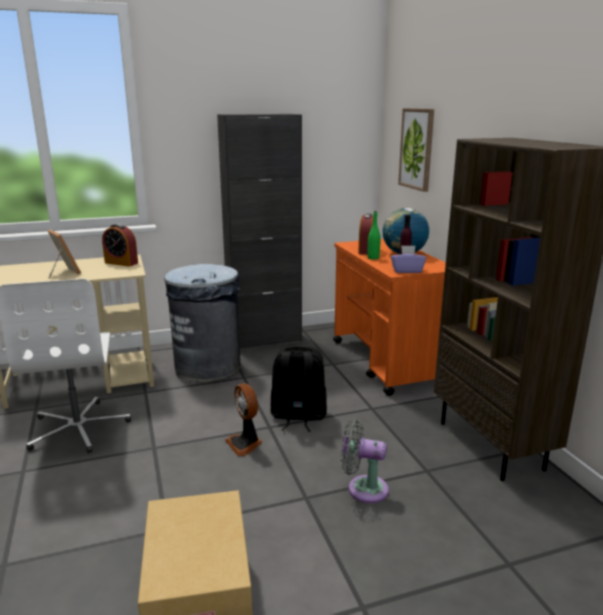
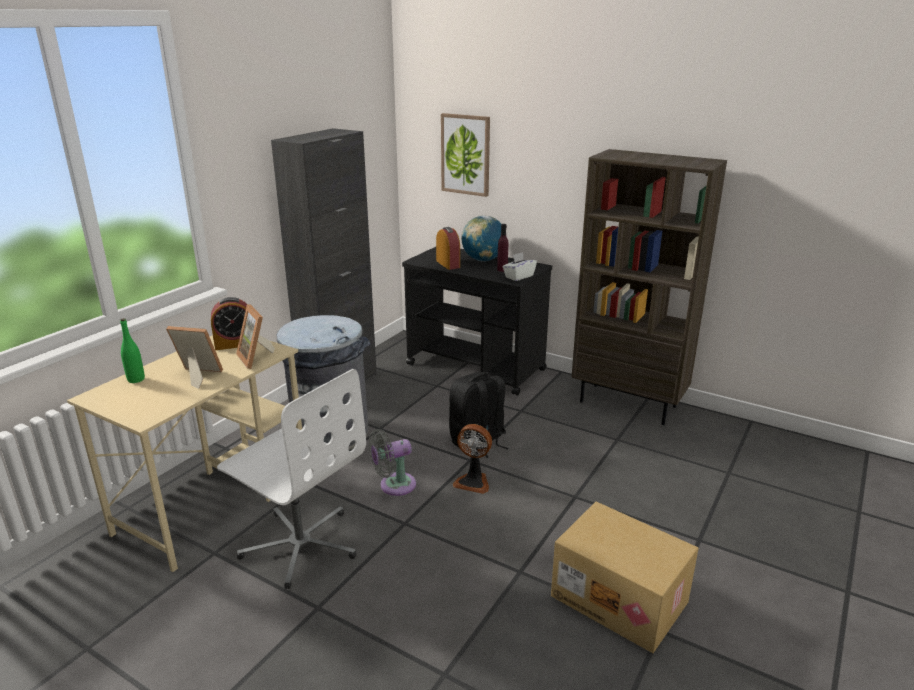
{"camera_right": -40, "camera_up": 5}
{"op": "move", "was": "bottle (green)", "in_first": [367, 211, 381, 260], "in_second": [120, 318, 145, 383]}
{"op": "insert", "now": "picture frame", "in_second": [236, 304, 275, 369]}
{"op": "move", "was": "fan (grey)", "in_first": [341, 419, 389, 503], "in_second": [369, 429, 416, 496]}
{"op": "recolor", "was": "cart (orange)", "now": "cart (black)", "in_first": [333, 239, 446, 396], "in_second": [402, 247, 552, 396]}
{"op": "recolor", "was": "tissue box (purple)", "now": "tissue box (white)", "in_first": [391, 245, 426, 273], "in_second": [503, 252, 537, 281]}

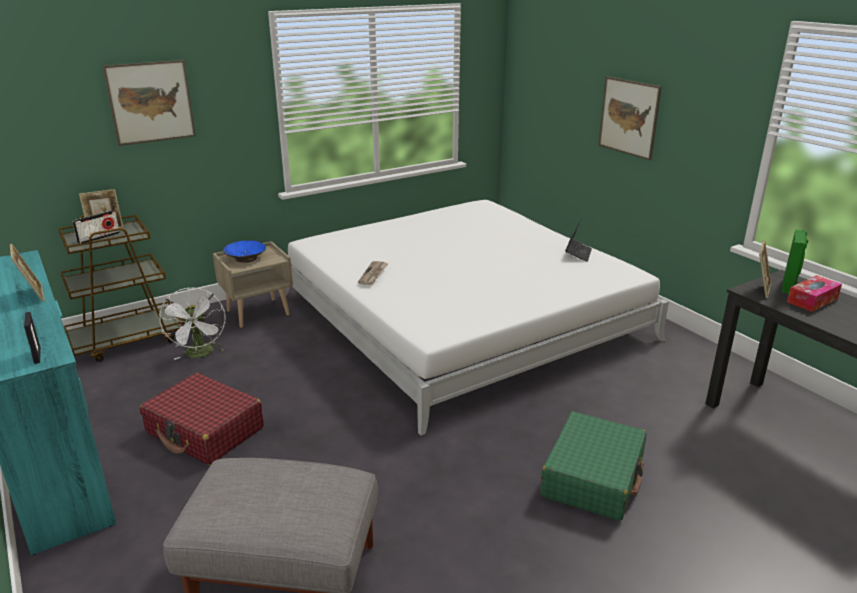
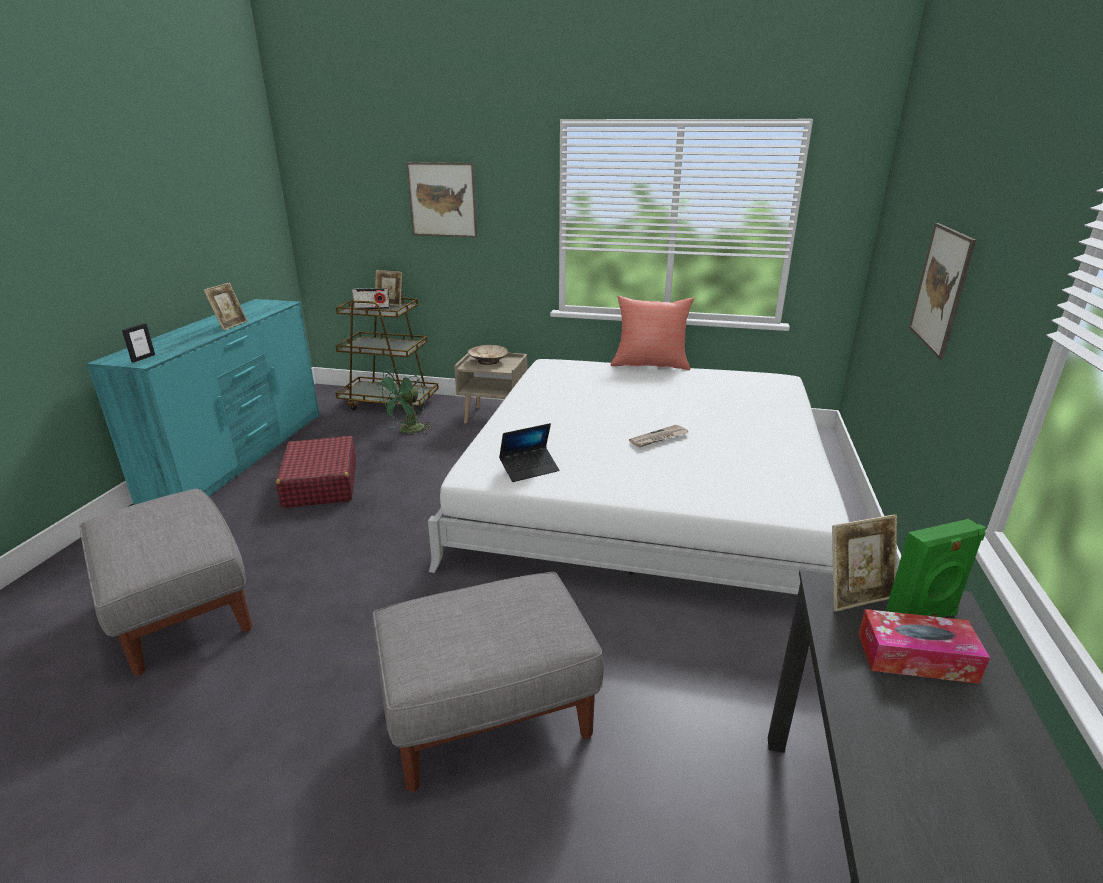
{"camera_right": 45, "camera_up": 0}
{"op": "replace", "was": "suitcase (green)", "now": "ottoman (grey)", "in_first": [540, 411, 646, 521], "in_second": [373, 572, 604, 792]}
{"op": "recolor", "was": "fan (white)", "now": "fan (green)", "in_first": [159, 287, 226, 360], "in_second": [376, 367, 432, 435]}
{"op": "recolor", "was": "bowl (blue)", "now": "bowl (beige)", "in_first": [223, 240, 266, 263], "in_second": [468, 345, 508, 365]}
{"op": "move", "was": "laptop", "in_first": [565, 220, 592, 262], "in_second": [499, 423, 559, 482]}
{"op": "insert", "now": "pillow (red)", "in_second": [611, 296, 694, 370]}
{"op": "move", "was": "newspaper", "in_first": [358, 261, 388, 285], "in_second": [629, 425, 689, 447]}

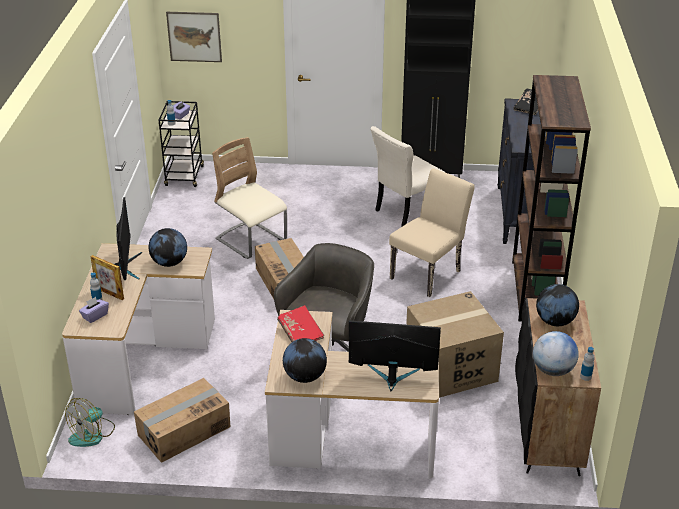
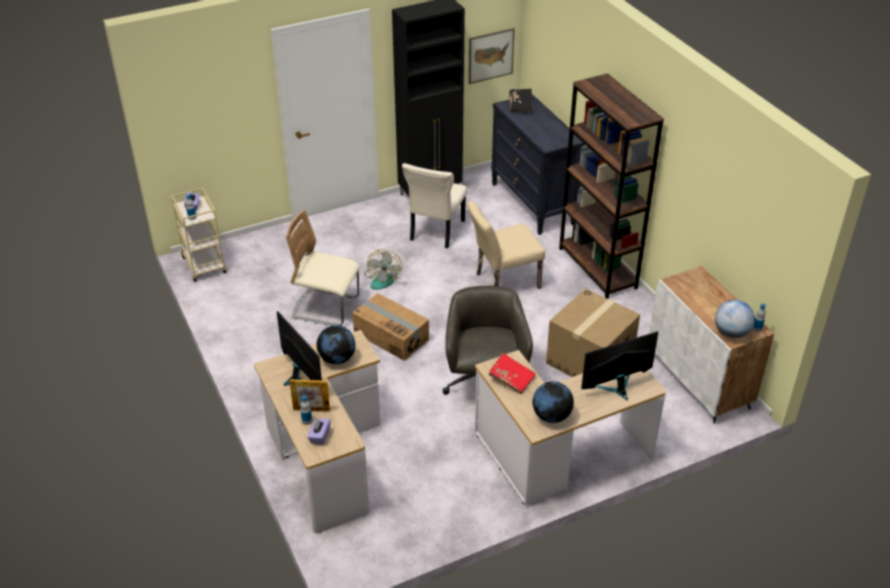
{"camera_right": -30, "camera_up": 5}
{"op": "recolor", "was": "cart (black)", "now": "cart (beige)", "in_first": [159, 101, 204, 187], "in_second": [171, 188, 227, 282]}
{"op": "move", "was": "fan", "in_first": [65, 398, 115, 447], "in_second": [364, 249, 402, 290]}
{"op": "rotate", "was": "chair (beige)", "in_first": [389, 168, 475, 297], "in_second": [467, 201, 545, 289], "clockwise": -120}
{"op": "move", "was": "picture", "in_first": [166, 12, 222, 62], "in_second": [469, 28, 515, 84]}
{"op": "recolor", "was": "cabinet (black)", "now": "cabinet (white)", "in_first": [515, 298, 601, 476], "in_second": [649, 266, 774, 424]}
{"op": "delete", "was": "cardboard box", "in_first": [134, 378, 230, 463]}
{"op": "delete", "was": "globe", "in_first": [536, 284, 579, 326]}

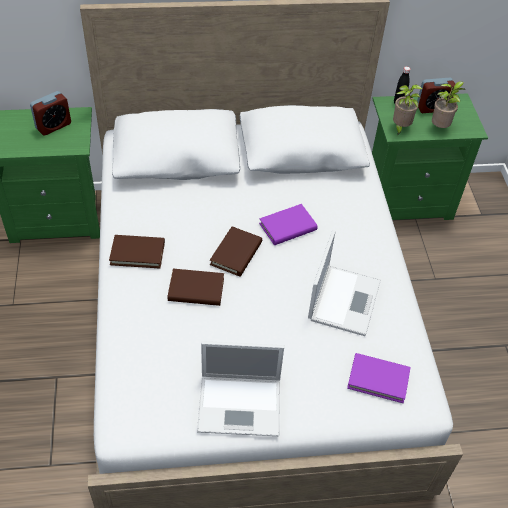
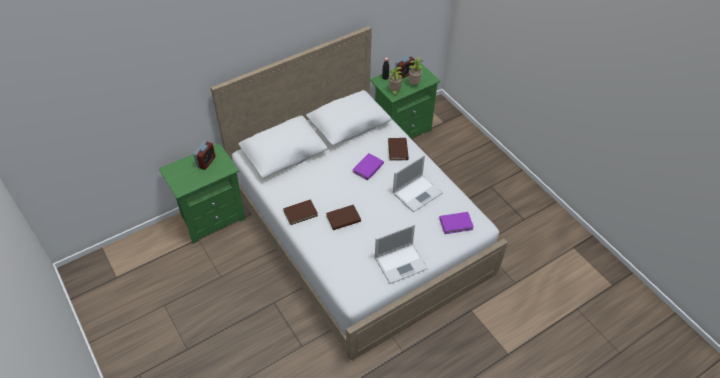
{"camera_right": -25, "camera_up": 0}
{"op": "move", "was": "book (brown)", "in_first": [210, 226, 262, 277], "in_second": [388, 138, 409, 161]}
{"op": "rotate", "was": "laptop", "in_first": [308, 230, 381, 336], "in_second": [393, 155, 443, 213], "clockwise": 60}

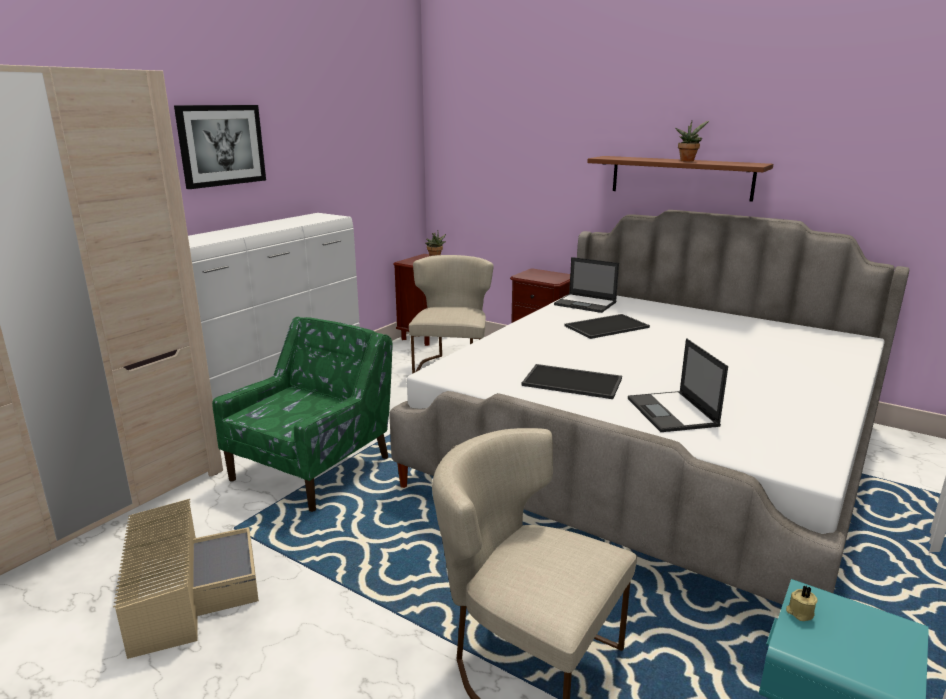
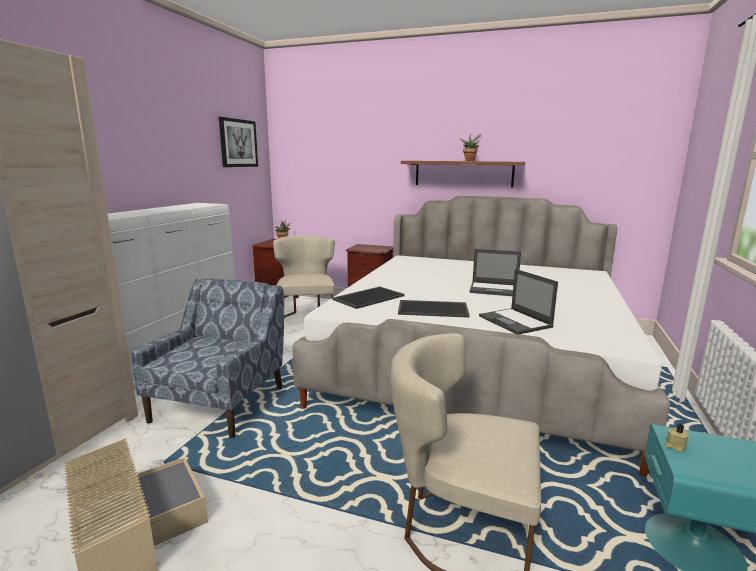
{"camera_right": -15, "camera_up": -5}
{"op": "recolor", "was": "armchair (green)", "now": "armchair (blue)", "in_first": [212, 317, 393, 512], "in_second": [131, 278, 284, 438]}
{"op": "move", "was": "picture", "in_first": [174, 105, 266, 189], "in_second": [219, 117, 258, 167]}
{"op": "move", "was": "tray", "in_first": [564, 314, 650, 339], "in_second": [332, 287, 405, 309]}
{"op": "move", "was": "laptop", "in_first": [554, 257, 619, 313], "in_second": [470, 249, 521, 296]}

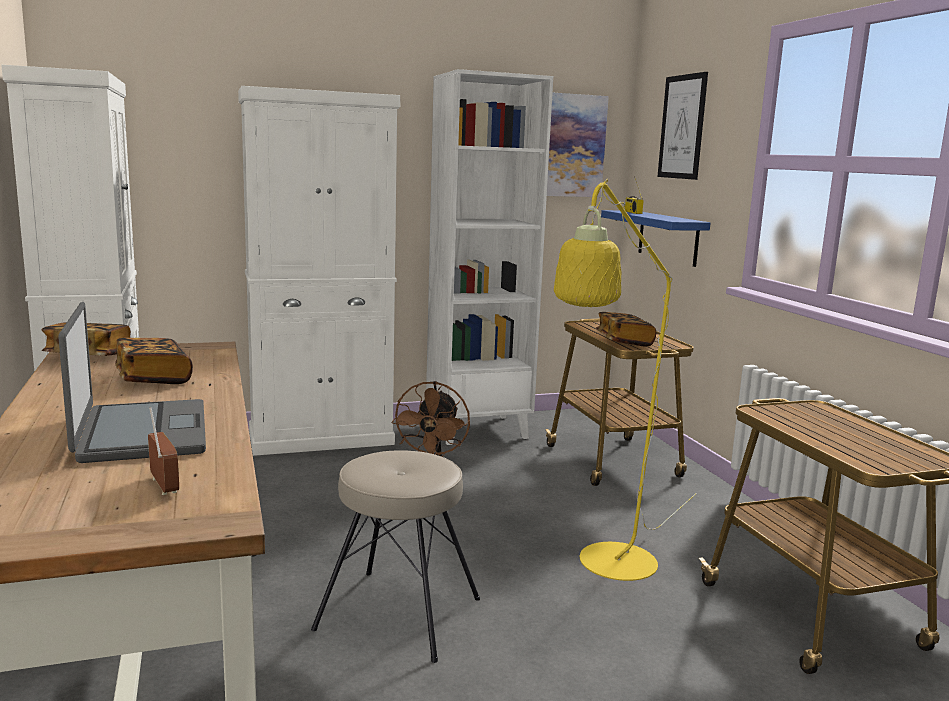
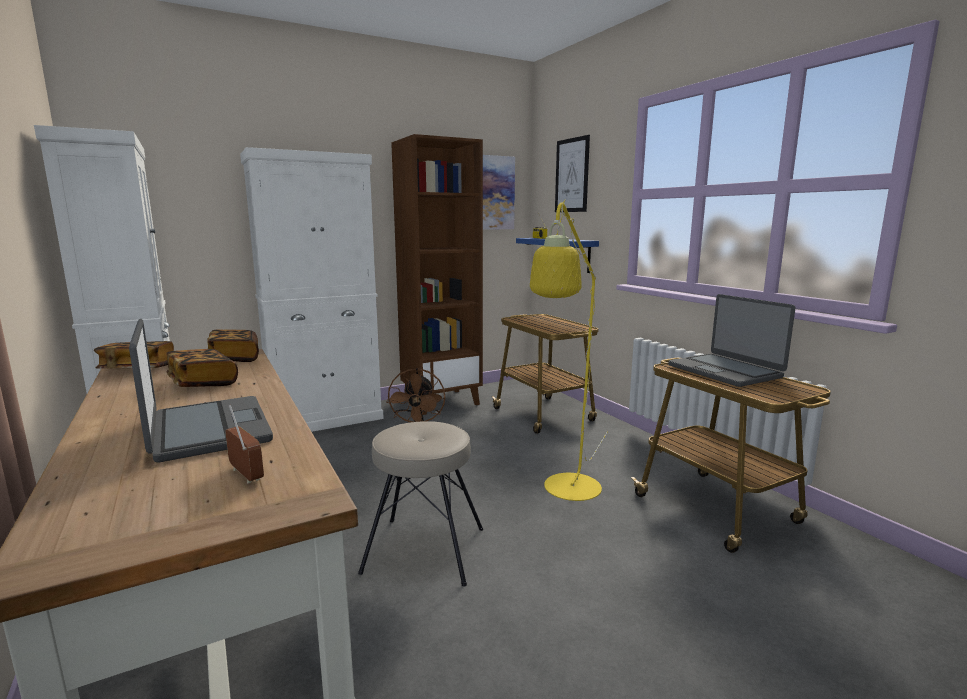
{"camera_right": -10, "camera_up": 0}
{"op": "move", "was": "book", "in_first": [596, 312, 656, 347], "in_second": [207, 329, 259, 362]}
{"op": "recolor", "was": "bookcase (white)", "now": "bookcase (brown)", "in_first": [426, 69, 553, 445], "in_second": [391, 134, 483, 415]}
{"op": "insert", "now": "laptop", "in_second": [668, 294, 795, 387]}

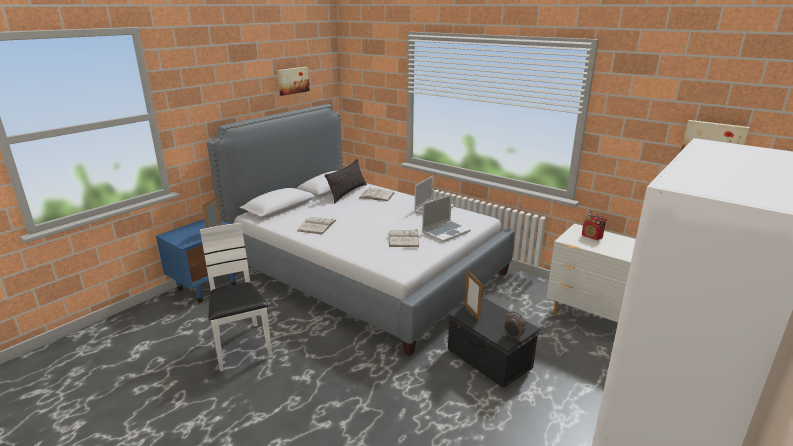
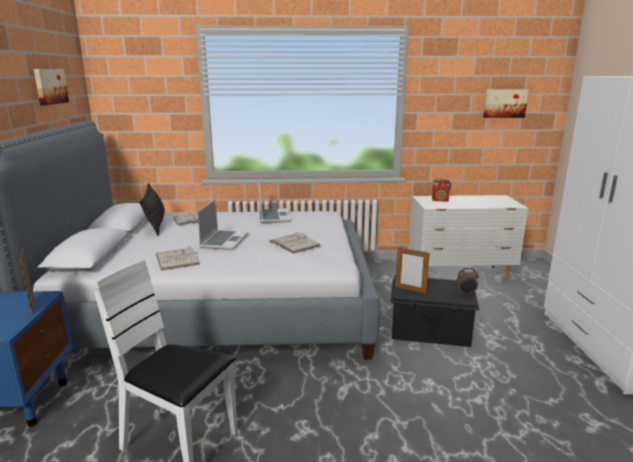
{"camera_right": -40, "camera_up": -5}
{"op": "move", "was": "laptop", "in_first": [422, 195, 471, 242], "in_second": [197, 199, 248, 250]}

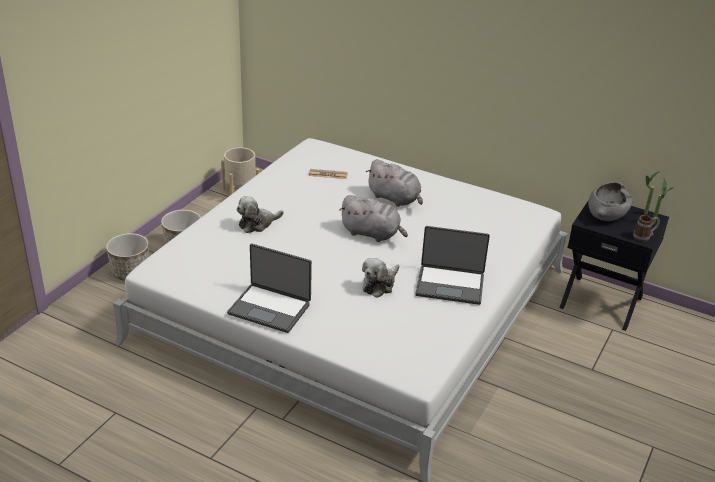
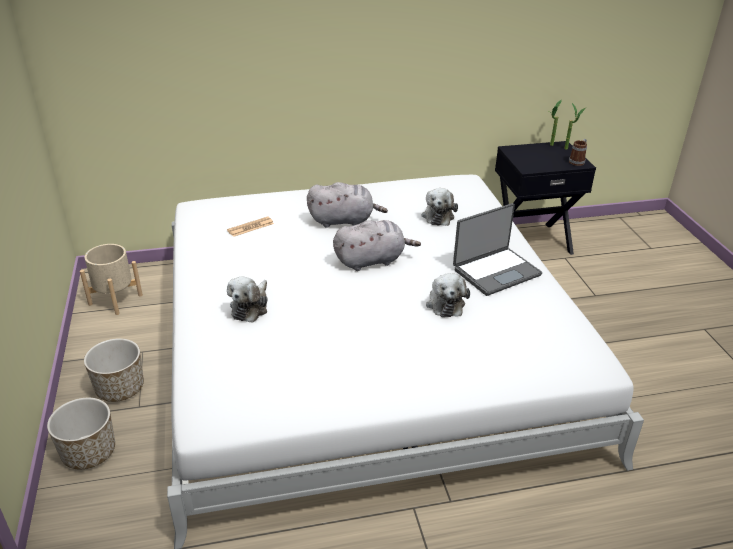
{"camera_right": -40, "camera_up": 0}
{"op": "insert", "now": "plush toy", "in_second": [422, 188, 458, 226]}
{"op": "delete", "was": "laptop", "in_first": [227, 244, 312, 333]}
{"op": "delete", "was": "bowl (grey)", "in_first": [588, 182, 632, 221]}

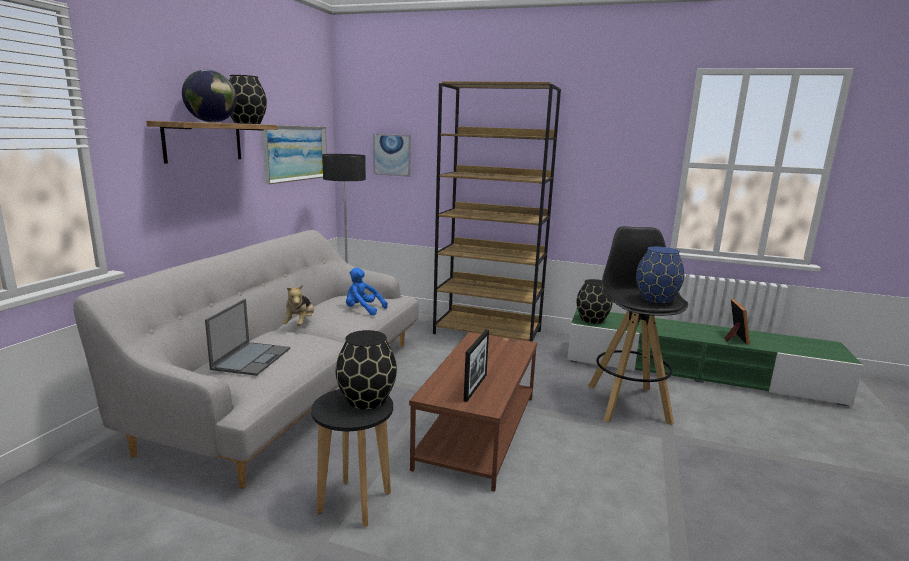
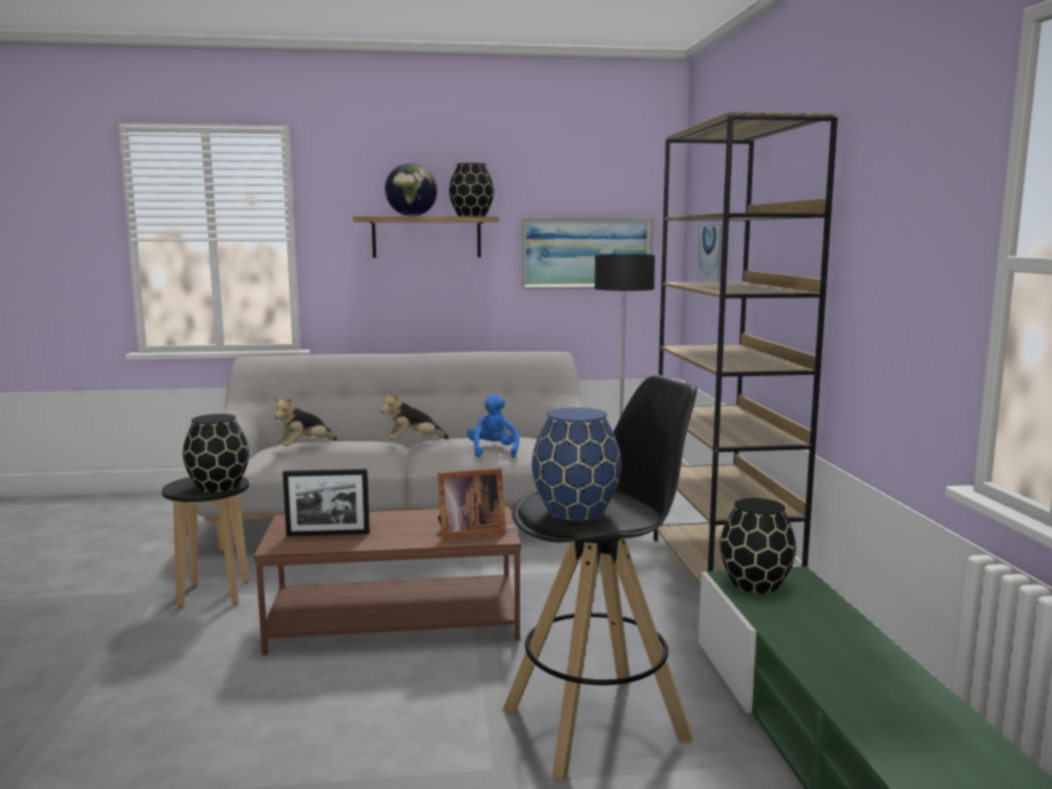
{"camera_right": 65, "camera_up": -5}
{"op": "replace", "was": "laptop", "now": "plush toy", "in_first": [205, 299, 290, 376], "in_second": [273, 396, 337, 446]}
{"op": "move", "was": "picture frame", "in_first": [725, 299, 750, 345], "in_second": [438, 468, 506, 539]}

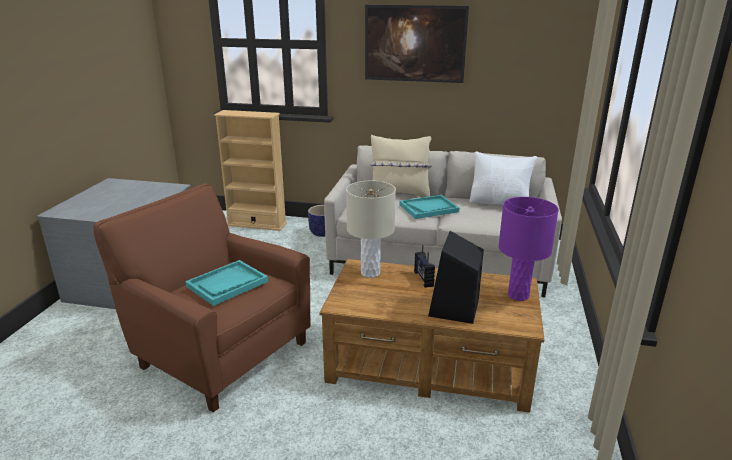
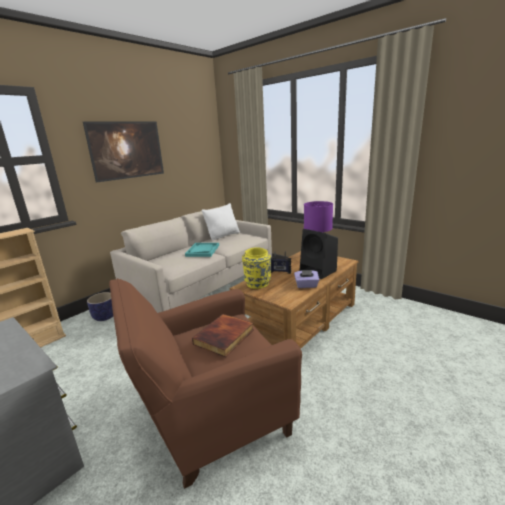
{"camera_right": -60, "camera_up": -5}
{"op": "replace", "was": "tray (turquoise)", "now": "book", "in_first": [185, 260, 268, 306], "in_second": [192, 314, 254, 358]}
{"op": "replace", "was": "table lamp (beige)", "now": "vase (yellow)", "in_first": [346, 181, 396, 278], "in_second": [242, 248, 271, 289]}
{"op": "insert", "now": "tissue box (purple)", "in_second": [294, 270, 319, 288]}
{"op": "delete", "was": "pillow (beige)", "in_first": [370, 135, 432, 197]}

